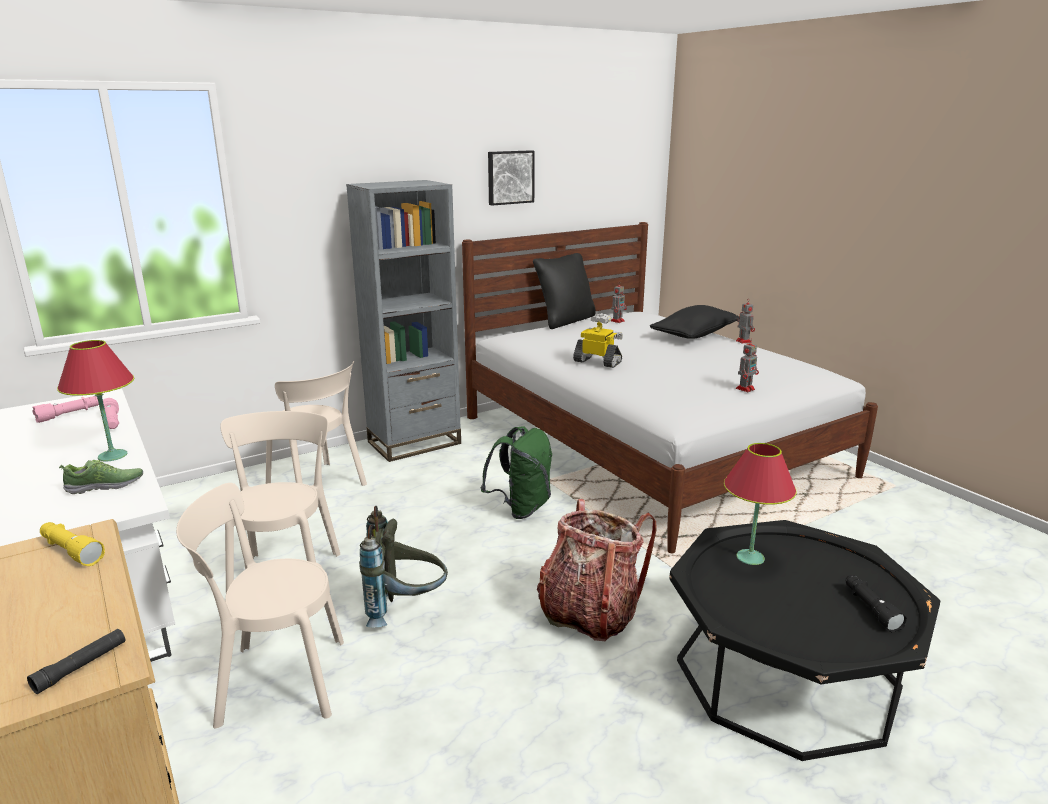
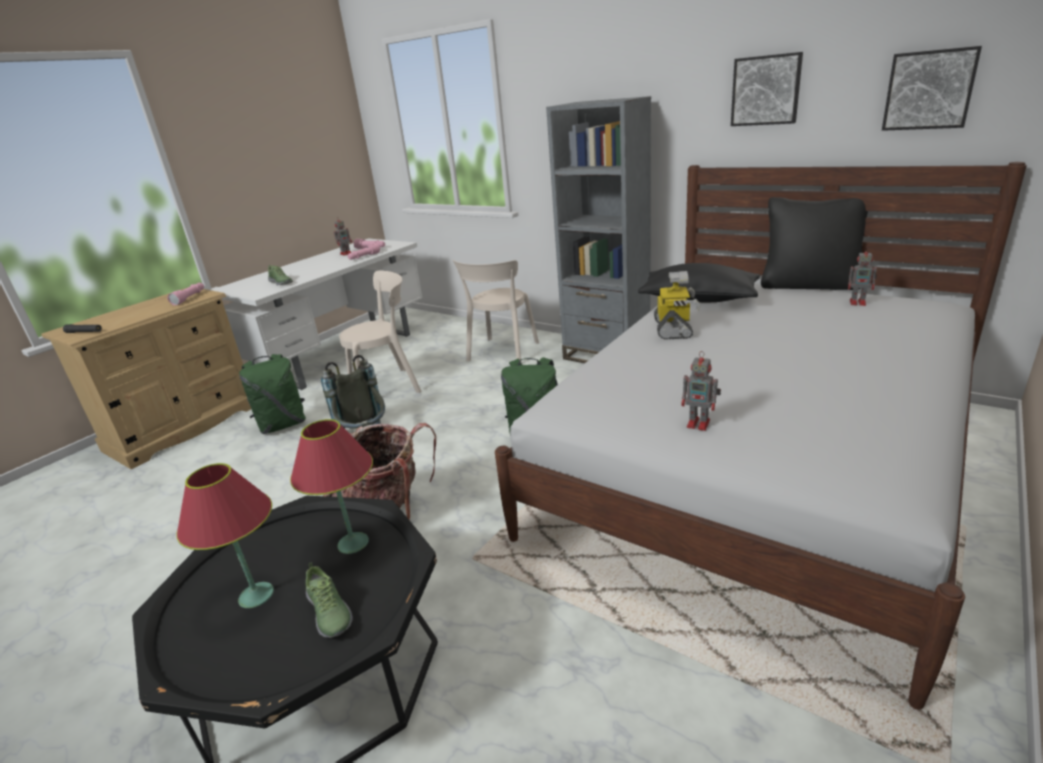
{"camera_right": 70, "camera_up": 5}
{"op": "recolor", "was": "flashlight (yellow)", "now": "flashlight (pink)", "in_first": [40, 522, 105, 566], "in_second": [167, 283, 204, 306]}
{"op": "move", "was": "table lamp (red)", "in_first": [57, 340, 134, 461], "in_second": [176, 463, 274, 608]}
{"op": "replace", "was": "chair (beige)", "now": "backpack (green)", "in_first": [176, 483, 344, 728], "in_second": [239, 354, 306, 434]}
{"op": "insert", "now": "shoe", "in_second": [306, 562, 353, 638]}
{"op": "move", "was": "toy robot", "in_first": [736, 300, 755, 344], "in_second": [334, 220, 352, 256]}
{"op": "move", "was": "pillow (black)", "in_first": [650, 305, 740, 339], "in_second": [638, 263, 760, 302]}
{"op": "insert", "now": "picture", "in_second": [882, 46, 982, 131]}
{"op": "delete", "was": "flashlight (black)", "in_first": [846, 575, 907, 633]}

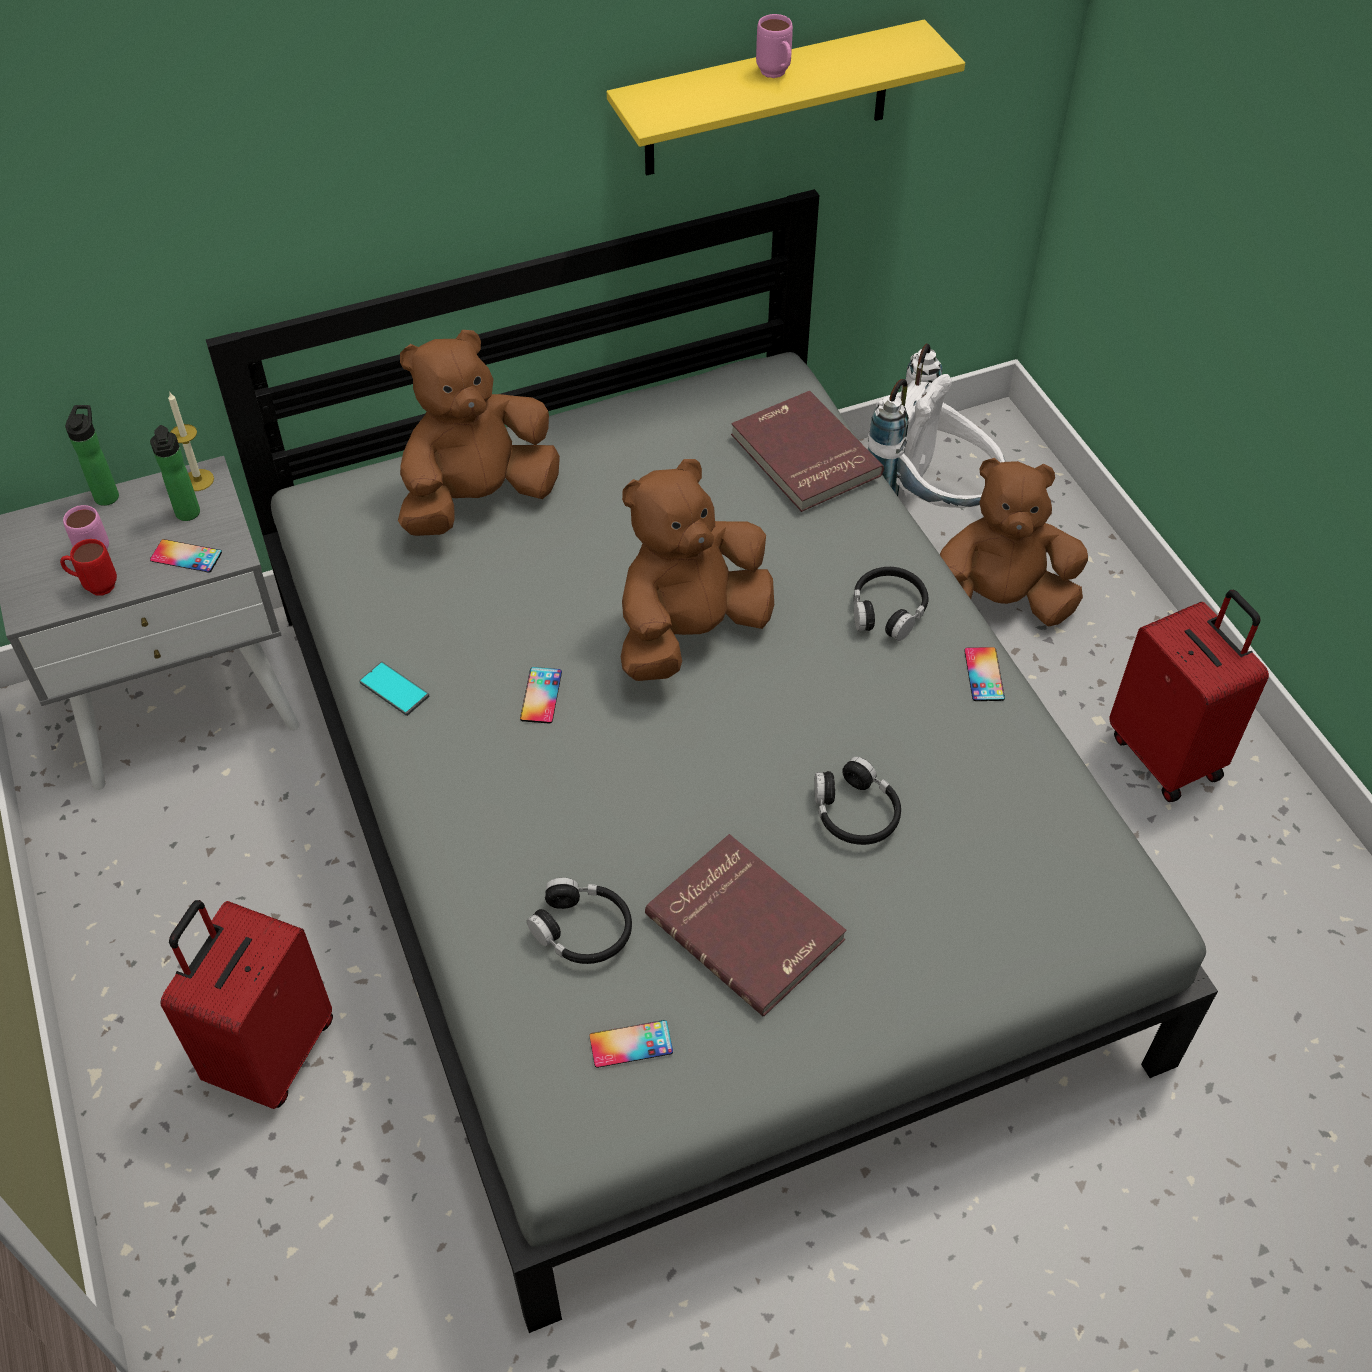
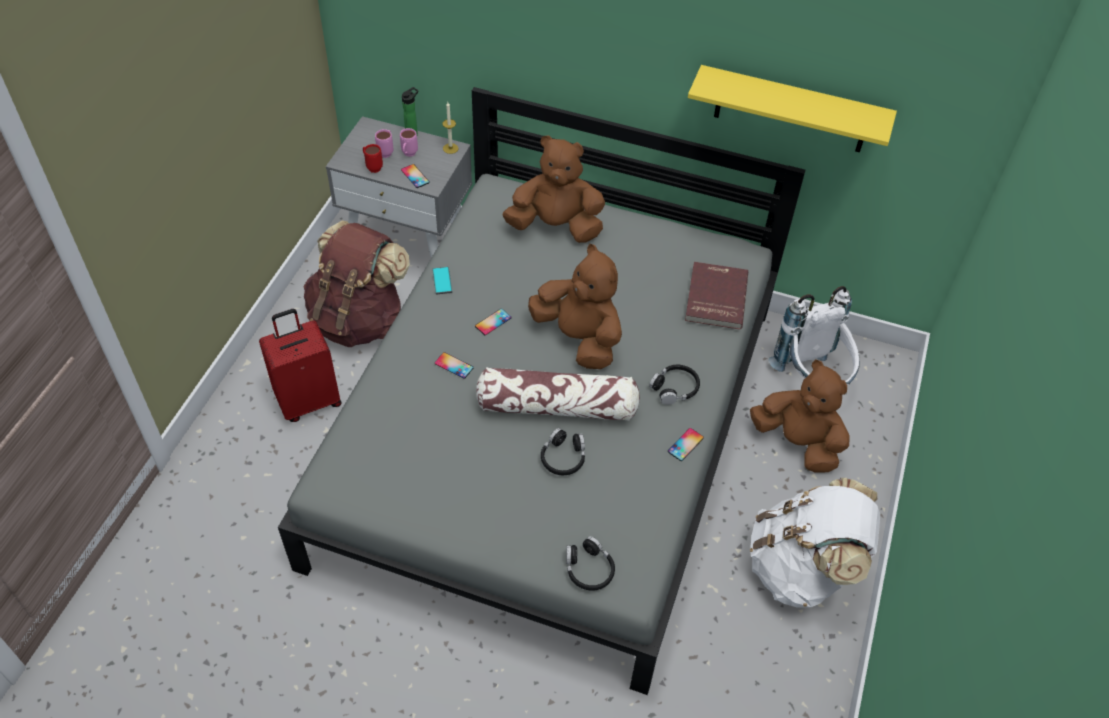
{"camera_right": 40, "camera_up": 0}
{"op": "insert", "now": "backpack (brown)", "in_second": [304, 220, 410, 347]}
{"op": "move", "was": "mug (pink)", "in_first": [756, 14, 793, 78], "in_second": [400, 128, 418, 157]}
{"op": "move", "was": "phone", "in_first": [589, 1020, 673, 1068], "in_second": [435, 352, 474, 379]}
{"op": "insert", "now": "pillow", "in_second": [476, 367, 640, 421]}
{"op": "rotate", "was": "plush toy (brown)", "in_first": [621, 459, 774, 681], "in_second": [528, 244, 622, 369], "clockwise": 45}
{"op": "move", "was": "headphones (black)", "in_first": [527, 878, 632, 964], "in_second": [566, 536, 615, 591]}
{"op": "replace", "was": "suitcase (red)", "now": "backpack (white)", "in_first": [1109, 590, 1269, 802], "in_second": [750, 478, 880, 608]}
{"op": "delete", "was": "bottle", "in_first": [150, 425, 200, 521]}
{"op": "delete", "was": "book (red)", "in_first": [645, 834, 847, 1016]}

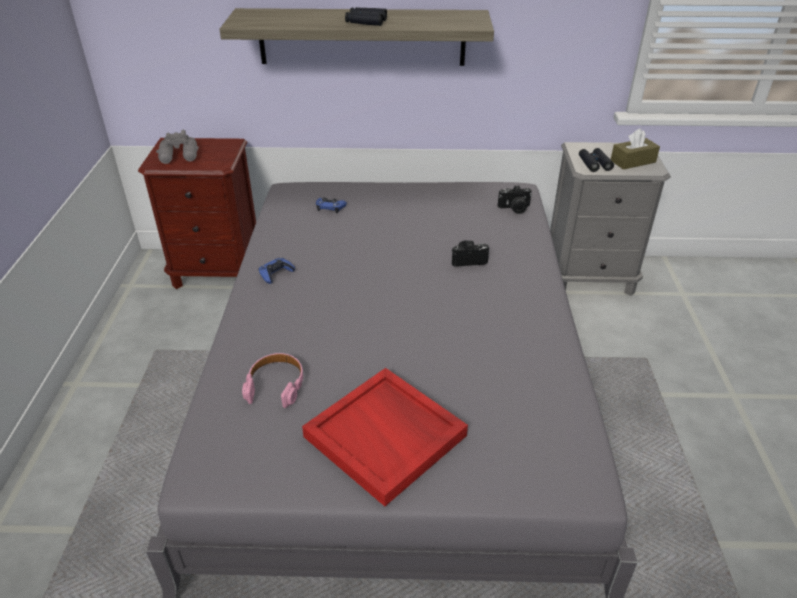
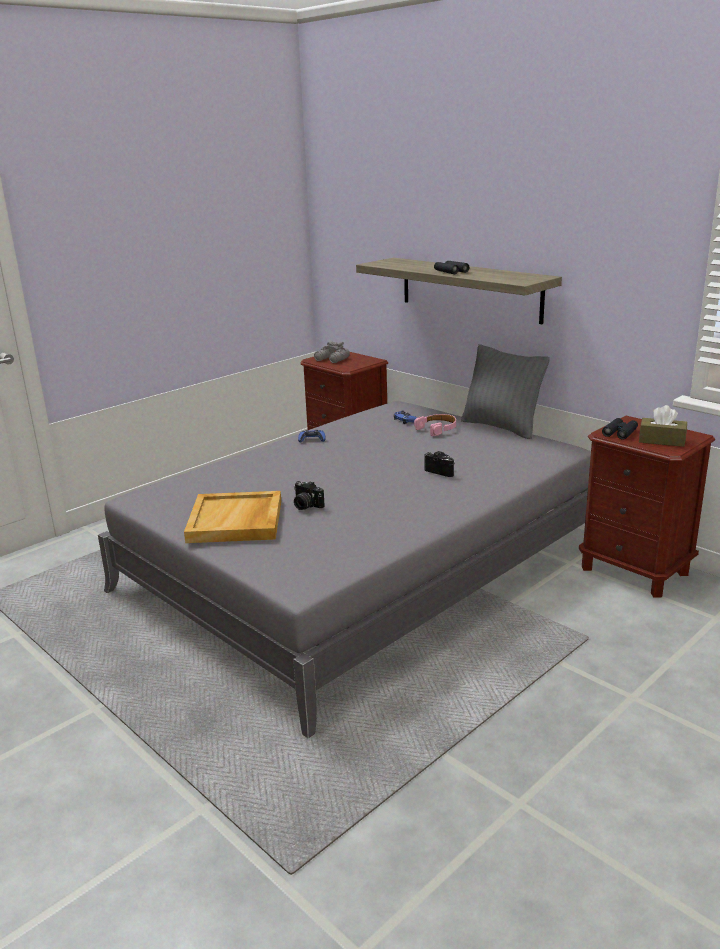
{"camera_right": 45, "camera_up": -15}
{"op": "recolor", "was": "tray (red)", "now": "tray (beige)", "in_first": [302, 368, 468, 506], "in_second": [184, 491, 281, 543]}
{"op": "move", "was": "photo camera", "in_first": [498, 185, 532, 214], "in_second": [294, 481, 325, 510]}
{"op": "move", "was": "headphones (pink)", "in_first": [242, 353, 303, 408], "in_second": [414, 414, 456, 436]}
{"op": "insert", "now": "pillow (grey)", "in_second": [461, 344, 550, 439]}
{"op": "recolor", "was": "nightstand (grey)", "now": "nightstand (brown)", "in_first": [550, 142, 671, 296], "in_second": [579, 416, 715, 598]}

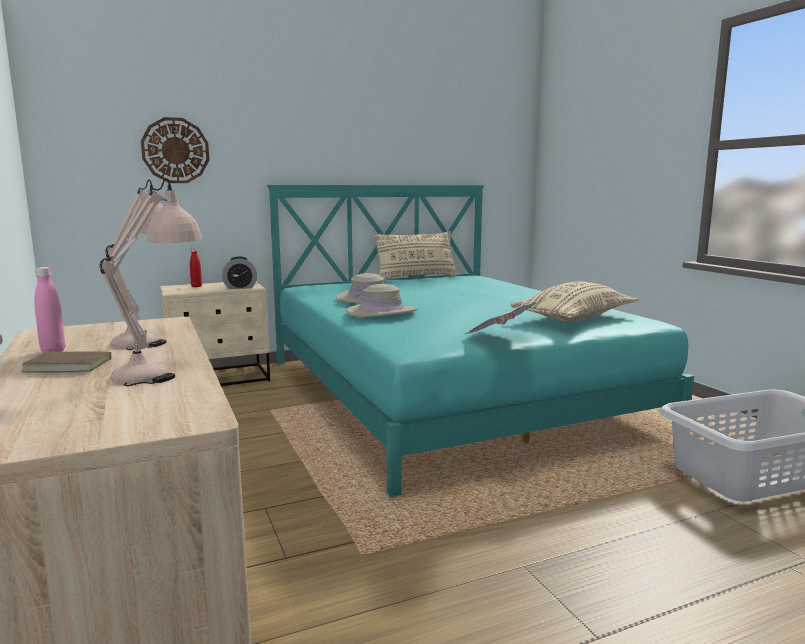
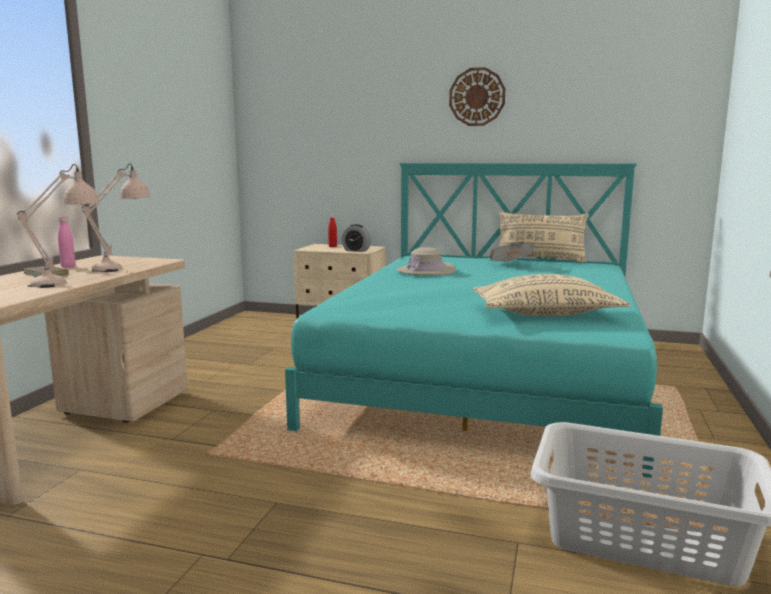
{"camera_right": 40, "camera_up": 0}
{"op": "move", "was": "wall clock", "in_first": [141, 117, 209, 183], "in_second": [449, 67, 505, 126]}
{"op": "move", "was": "newspaper", "in_first": [465, 301, 536, 334], "in_second": [489, 242, 534, 262]}
{"op": "delete", "was": "hat (beige)", "in_first": [346, 284, 418, 317]}

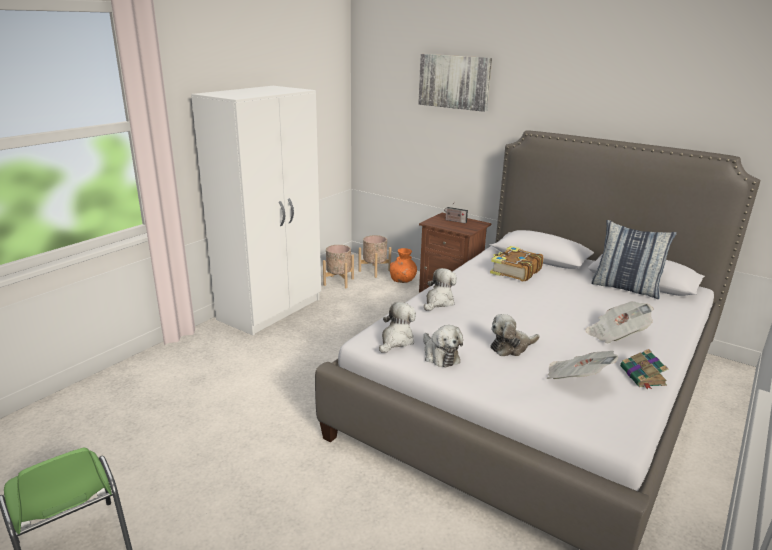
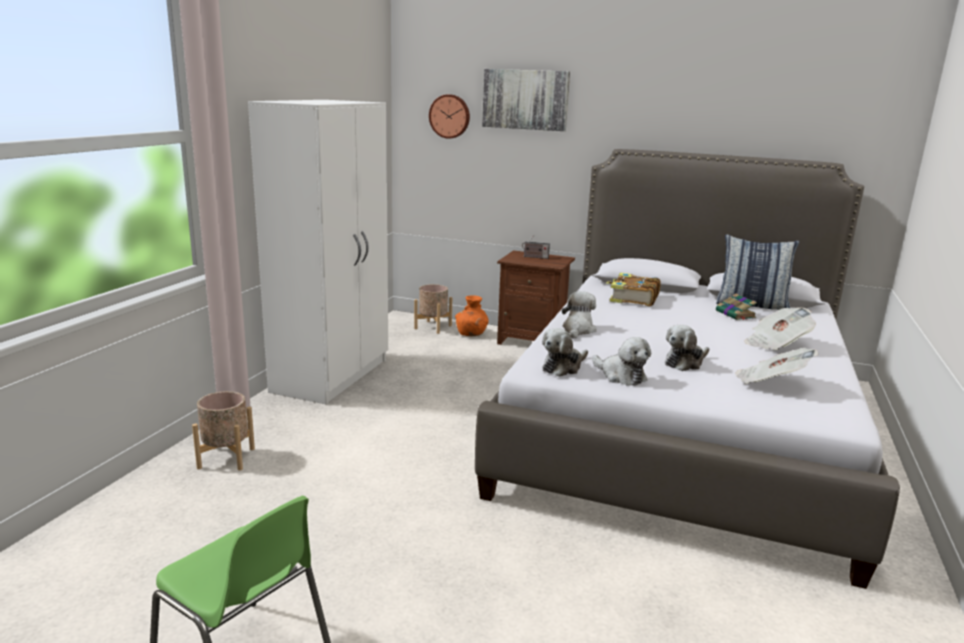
{"camera_right": -15, "camera_up": -5}
{"op": "move", "was": "planter (beige)", "in_first": [323, 245, 354, 288], "in_second": [192, 391, 255, 470]}
{"op": "insert", "now": "wall clock", "in_second": [429, 94, 470, 139]}
{"op": "rotate", "was": "plush toy", "in_first": [379, 302, 416, 353], "in_second": [542, 328, 588, 377], "clockwise": -150}
{"op": "move", "was": "book", "in_first": [620, 349, 668, 390], "in_second": [716, 294, 757, 320]}

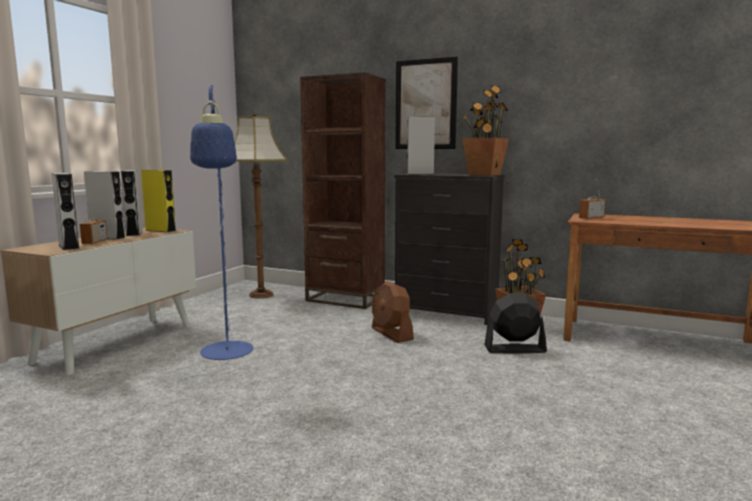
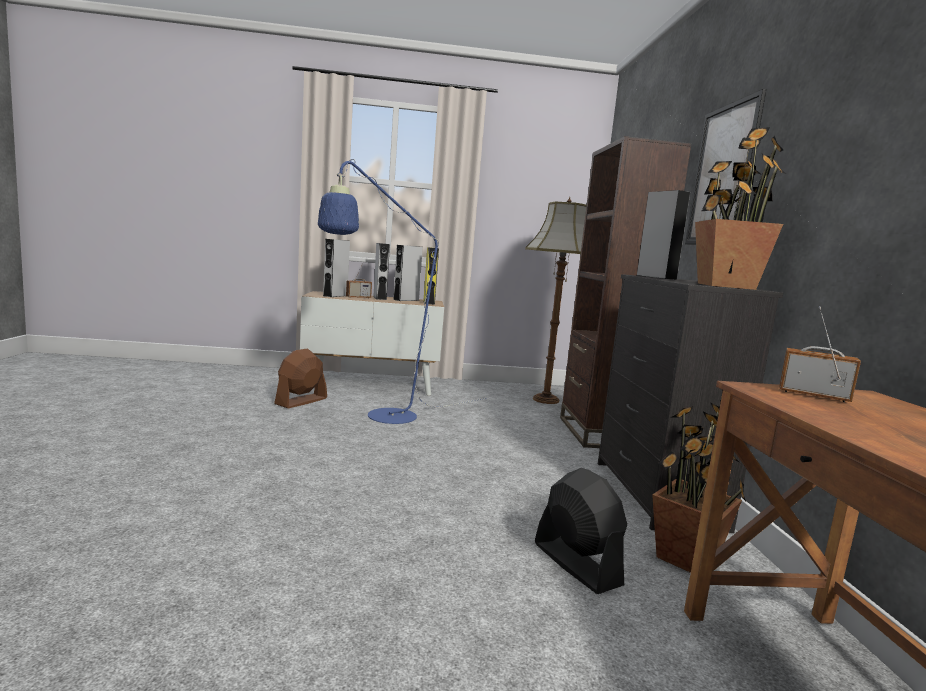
{"camera_right": 60, "camera_up": 0}
{"op": "move", "was": "fan (brown)", "in_first": [372, 281, 414, 343], "in_second": [274, 348, 327, 408]}

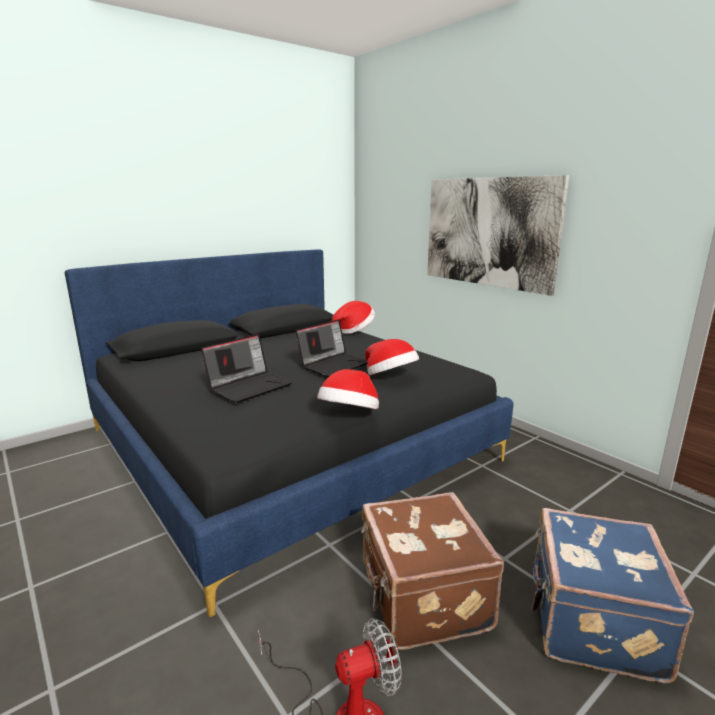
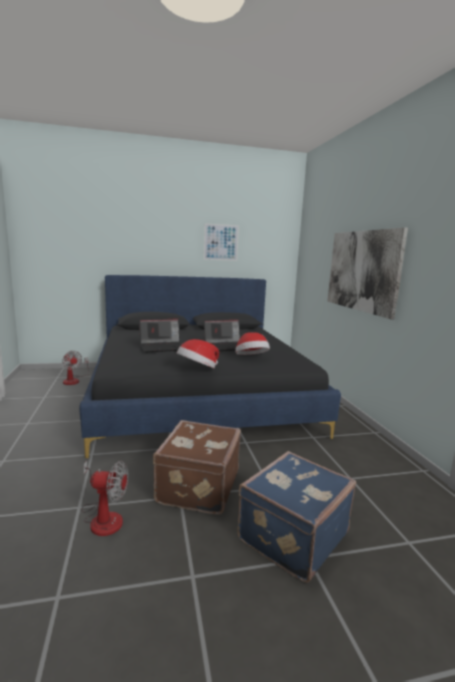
{"camera_right": 25, "camera_up": -5}
{"op": "insert", "now": "fan", "in_second": [62, 351, 89, 385]}
{"op": "insert", "now": "picture", "in_second": [204, 223, 239, 261]}
{"op": "delete", "was": "hat", "in_first": [332, 301, 375, 334]}

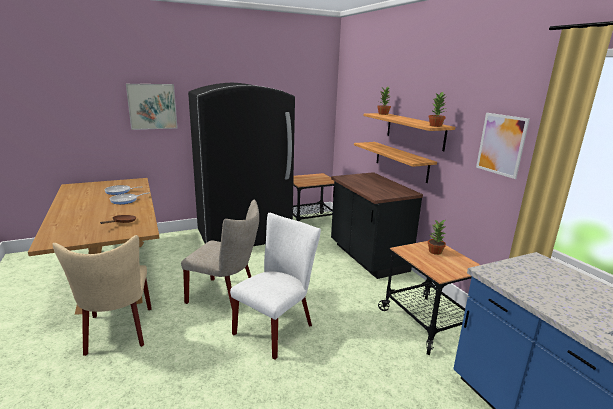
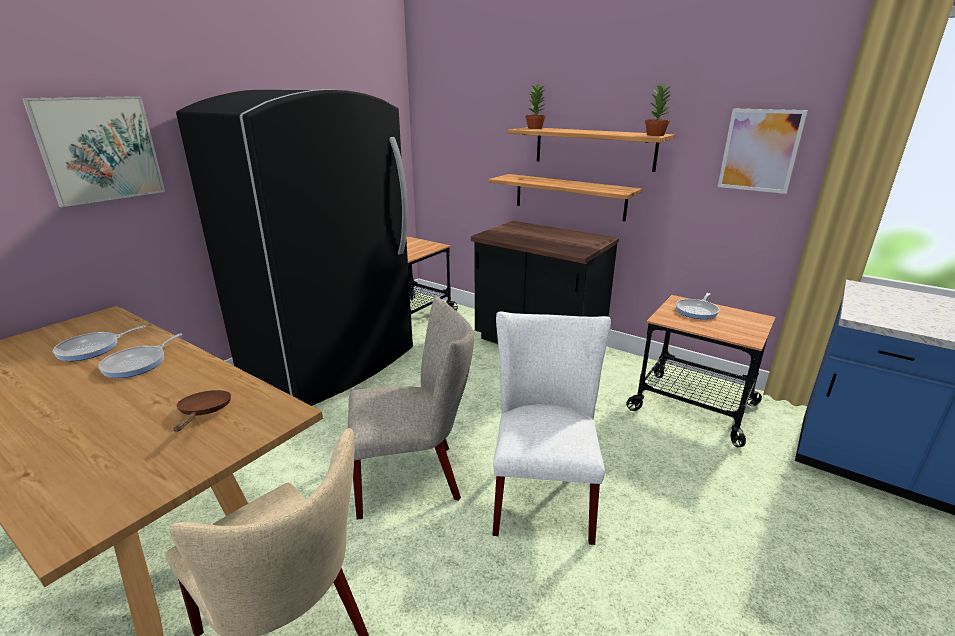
{"camera_right": -30, "camera_up": 5}
{"op": "replace", "was": "potted plant", "now": "frying pan", "in_first": [428, 220, 447, 255], "in_second": [676, 293, 720, 319]}

